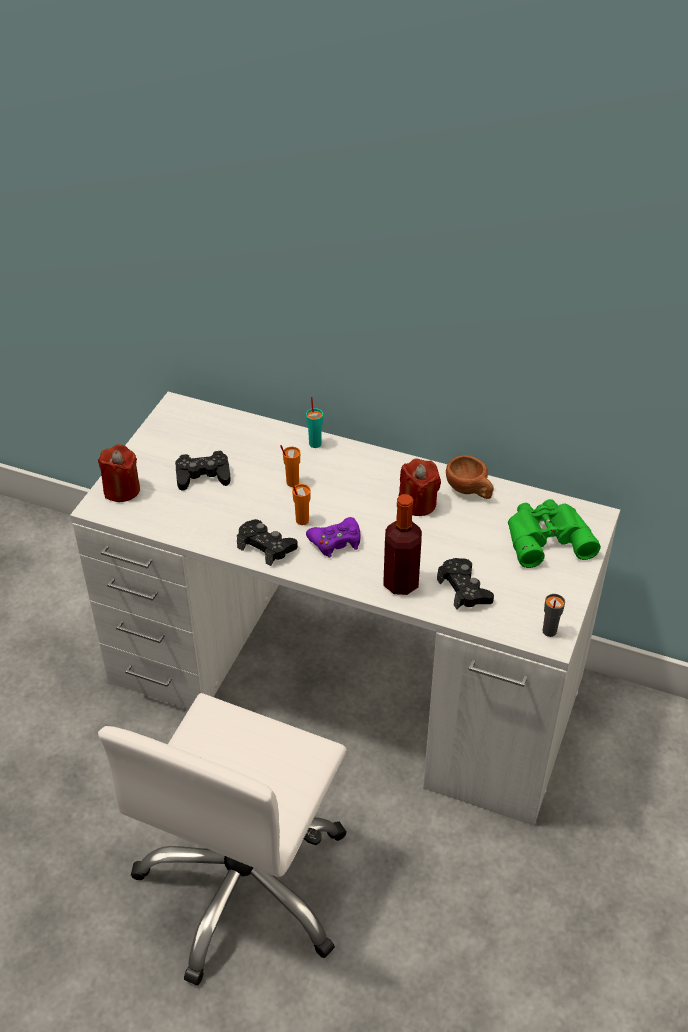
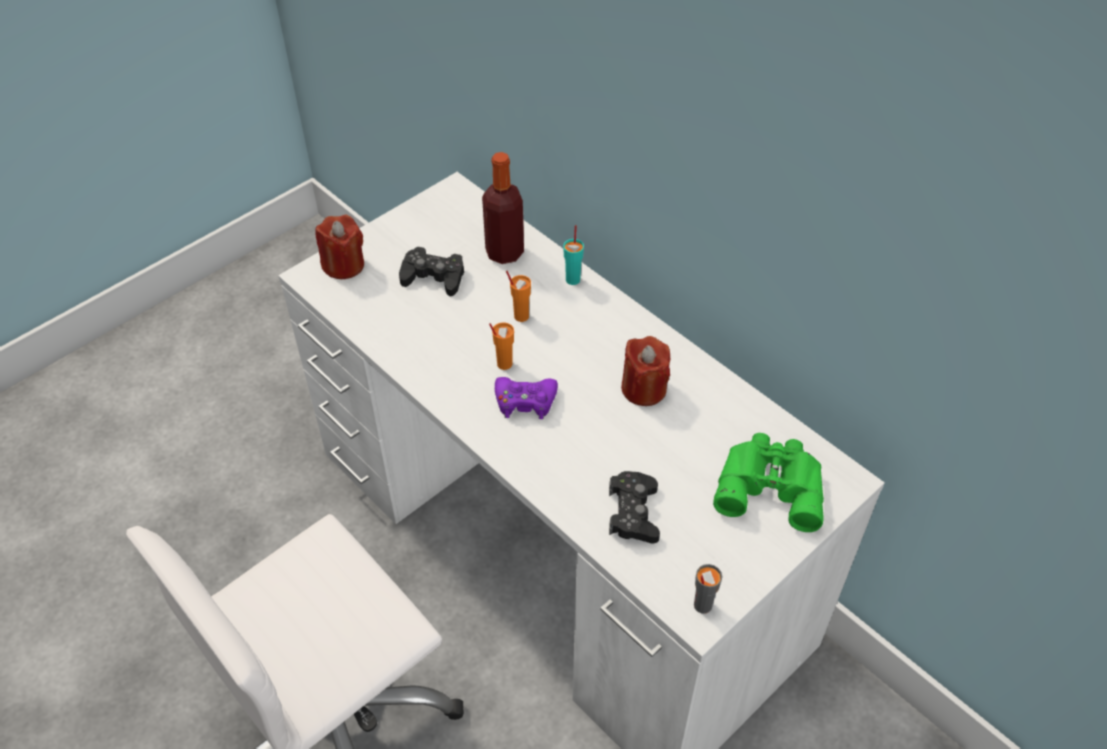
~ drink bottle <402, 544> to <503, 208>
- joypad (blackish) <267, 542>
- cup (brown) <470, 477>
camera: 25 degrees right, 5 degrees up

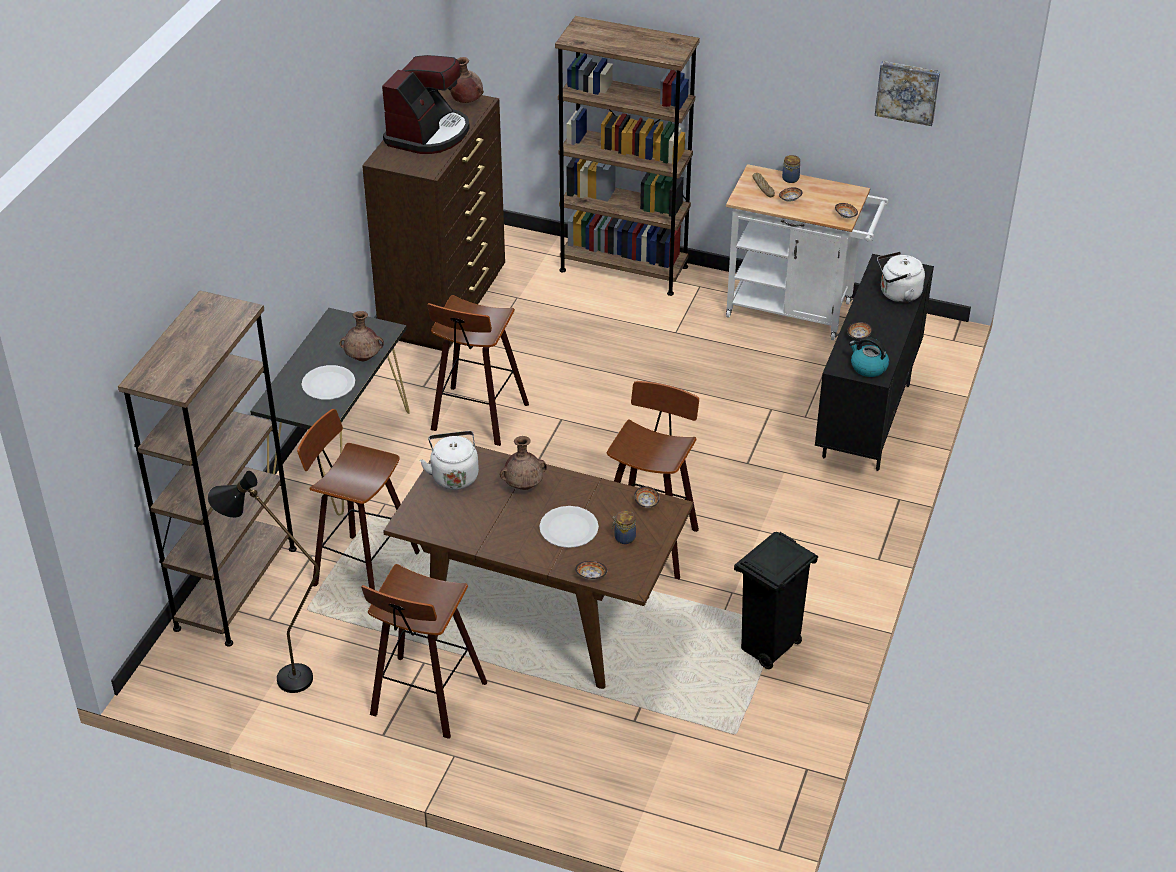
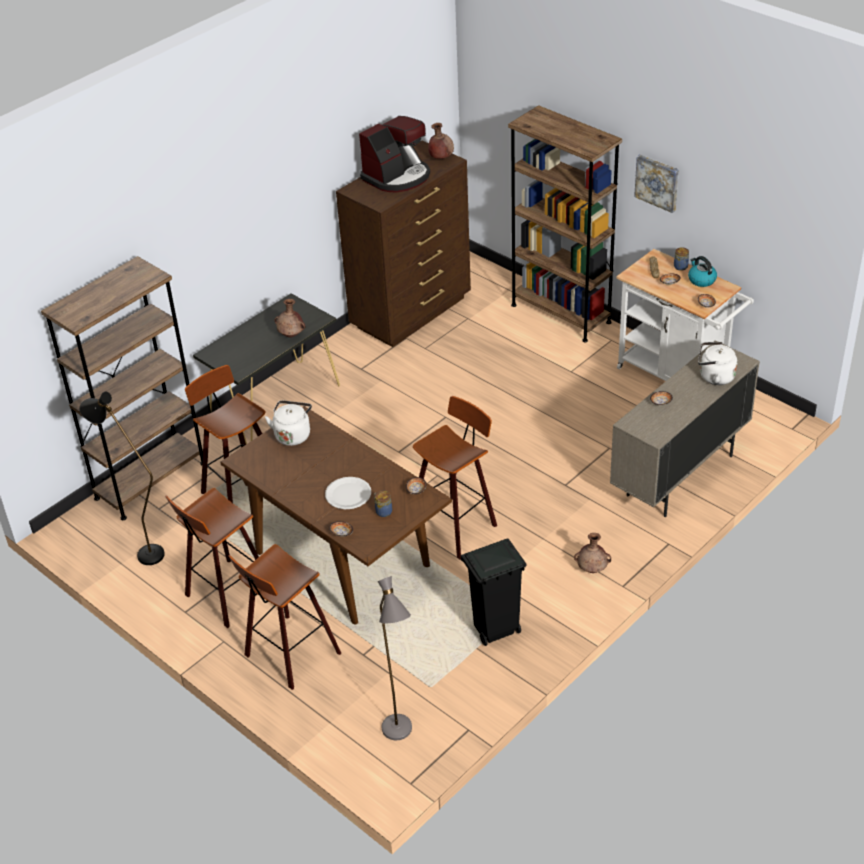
~ sitting stool <478, 370> to <285, 617>
+ standard lamp (grey) <395, 658>
~ decorative vase (brown) <523, 463> to <592, 553>
~ cupboard (blackish) <874, 362> to cupboard (beige-coloured) <685, 428>
~ wall picture <907, 93> to <656, 183>
~ kettle <869, 357> to <702, 271>
- plate (white-coloured) <328, 382>
camera: 25 degrees right, 0 degrees up

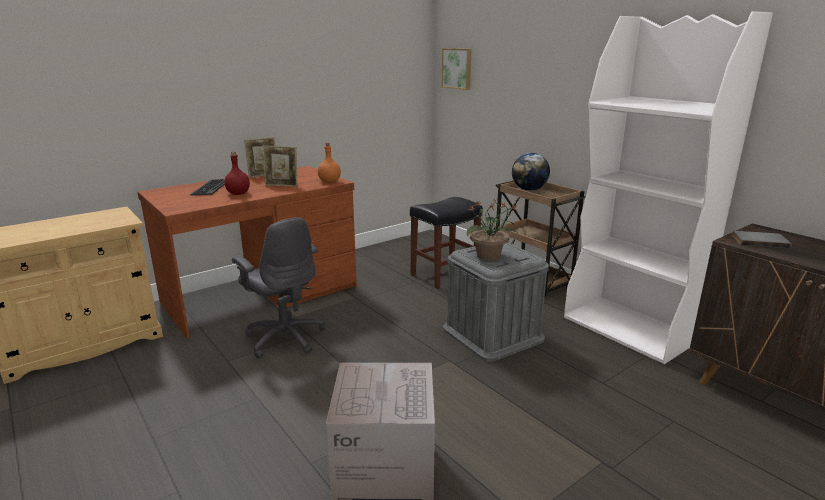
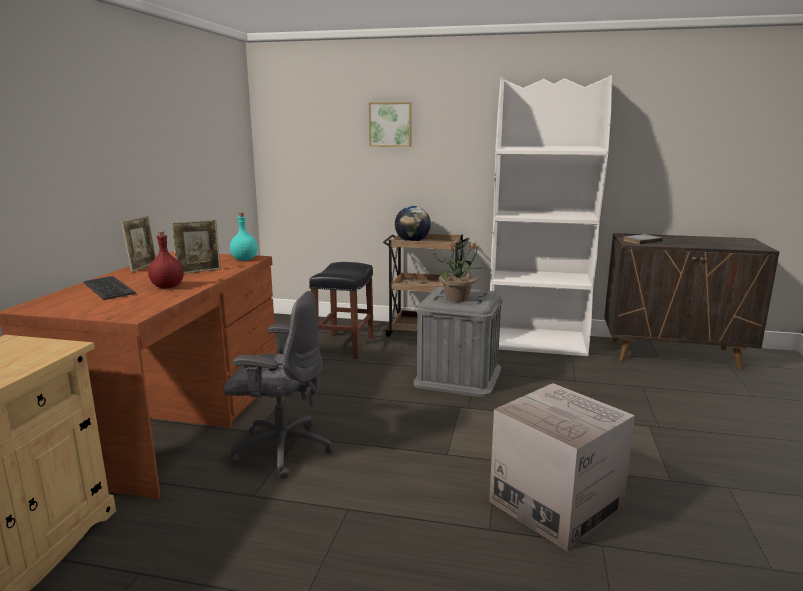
~ drink bottle (orange-coloured) <329, 163> to drink bottle (turquoise) <244, 237>
~ wall picture <457, 69> to <390, 124>
camera: 40 degrees left, 5 degrees down

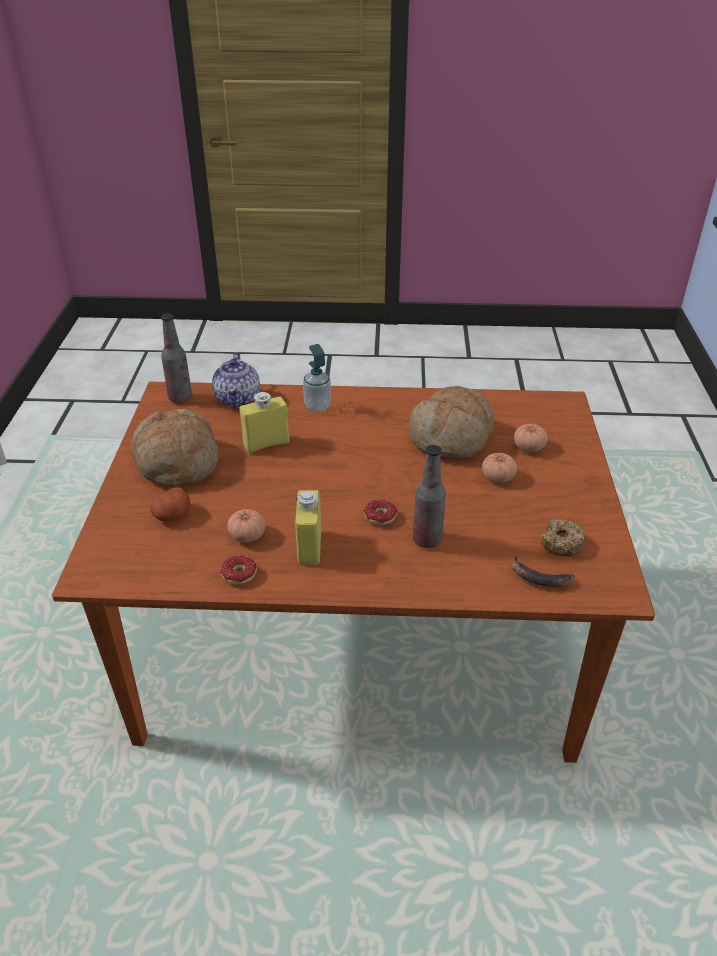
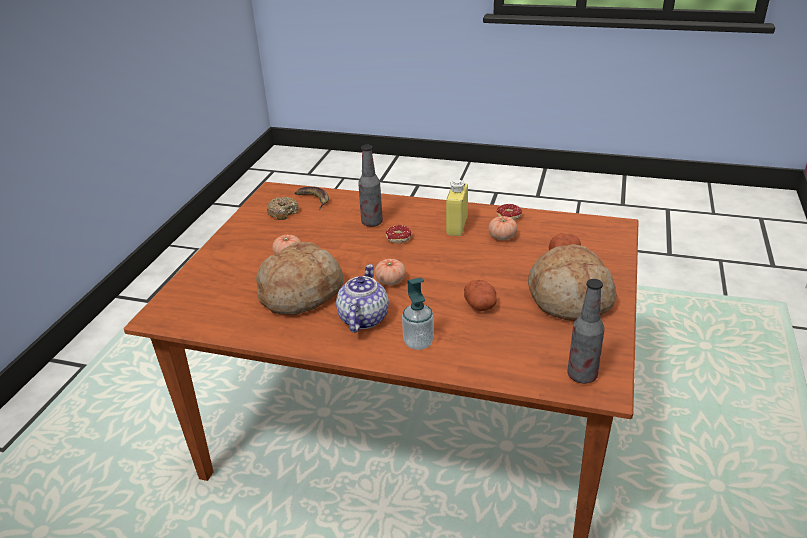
~ teapot <236, 380> to <362, 298>
~ fresh tomato <531, 438> to <390, 272>
~ drink bottle (yellowish) <264, 422> to whole potato <480, 295>
camera: 165 degrees left, 5 degrees down

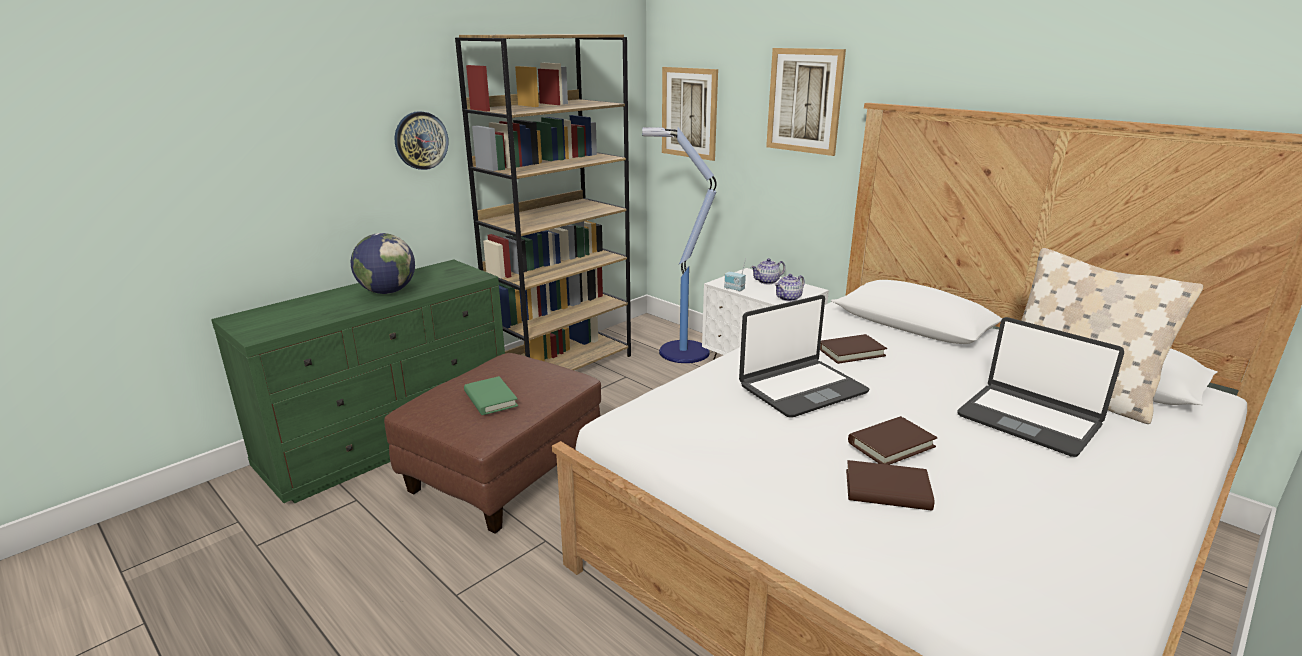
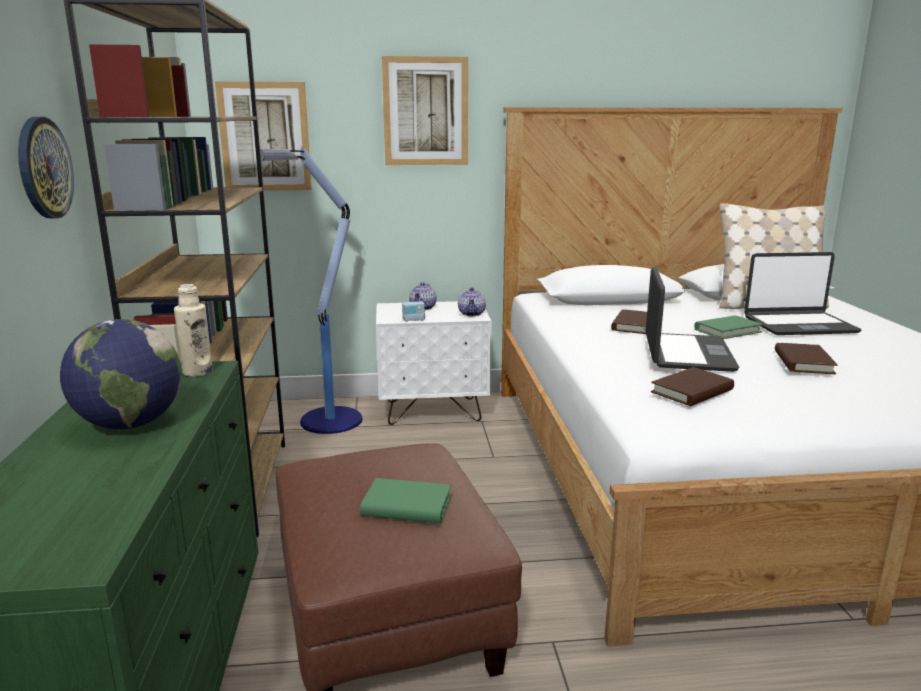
+ drink bottle (beige-coloured) <193, 330>
~ volume (brown) <890, 485> to <692, 386>
+ volume (green-coloured) <728, 327>
camera: 50 degrees left, 5 degrees down

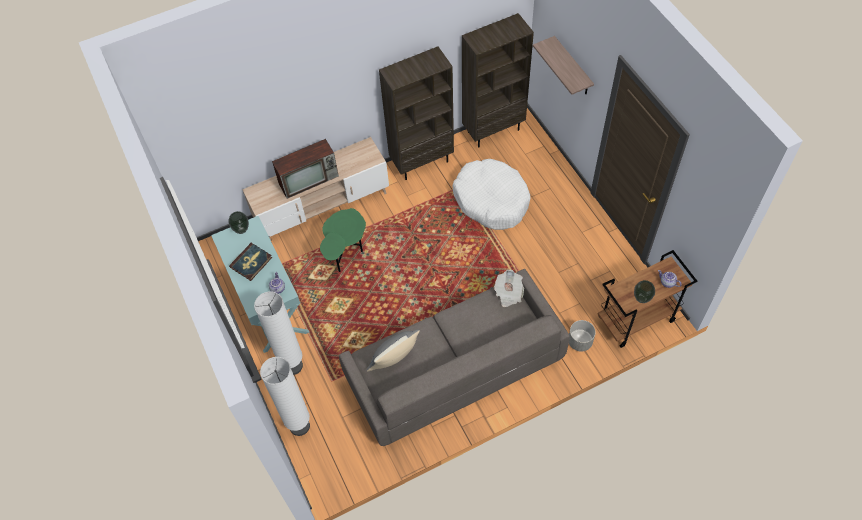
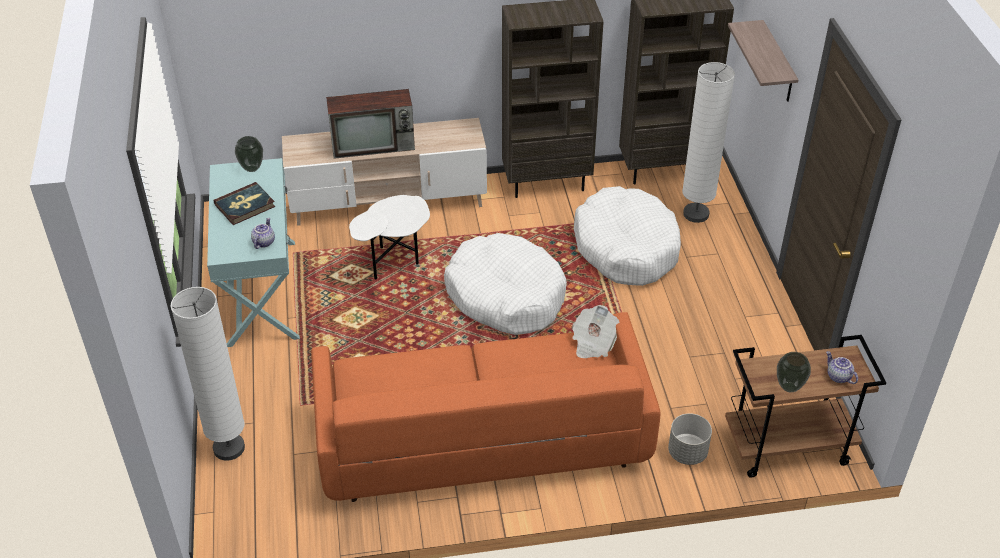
~ sofa (grey) <454, 357> to sofa (orange-coloured) <486, 407>
~ side table (green-coloured) <343, 240> to side table (white-coloured) <389, 237>
+ dog bed (white-coloured) <505, 284>
~ standard lamp (white-coloured) <278, 333> to <708, 142>
- cushion (grey) <393, 350>
camera: 15 degrees right, 15 degrees down

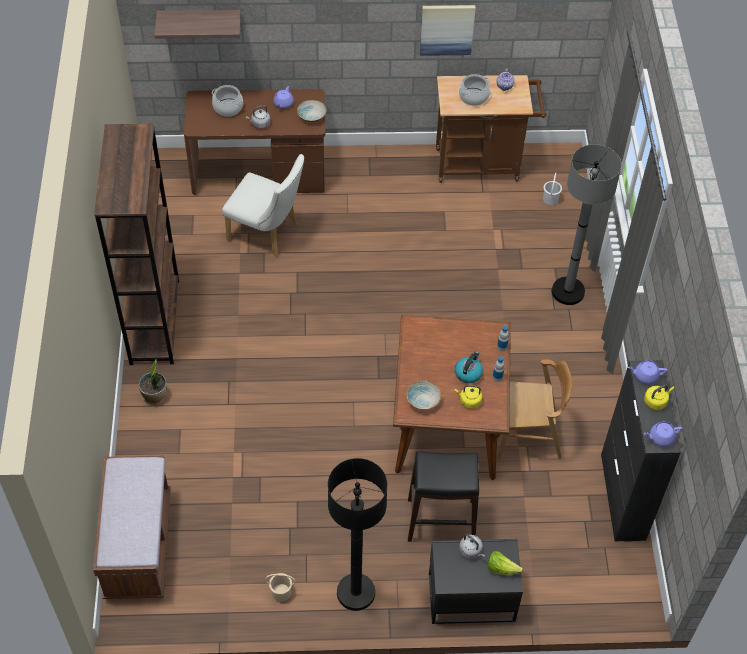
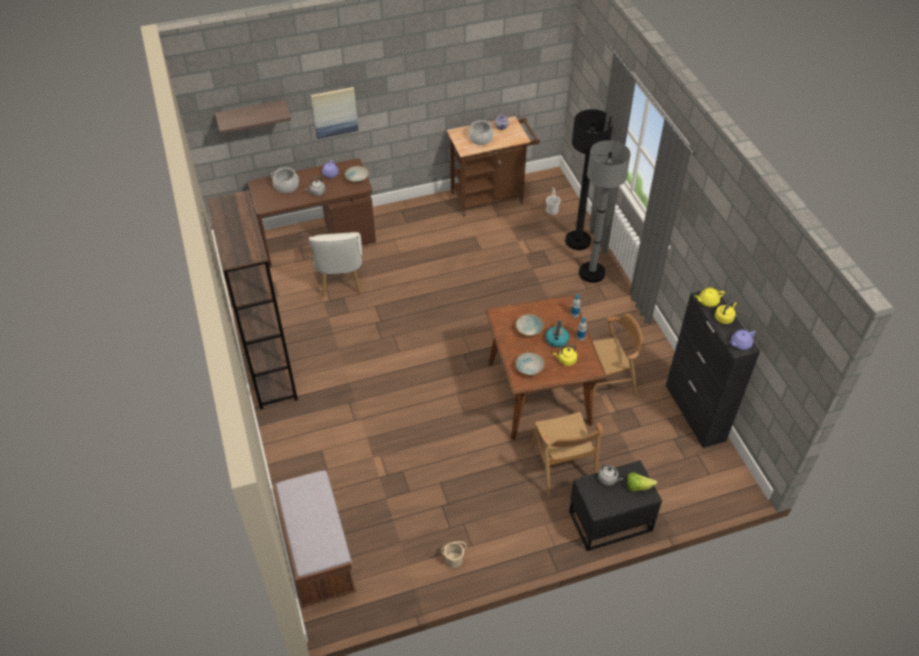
~ plain chair (white-coloured) <263, 205> = <335, 264> 75 degrees clockwise
~ wall picture <448, 30> to <334, 113>
+ deep dish <529, 325>
~ sitting stool (blackish) <443, 496> to plain chair (brown) <566, 454>
~ standard lamp (blackish) <357, 534> to <589, 179>
~ teapot (purple-coloured) <647, 372> to teapot (yellowish) <710, 297>
- plant in a pot <152, 382>
camera: 15 degrees left, 5 degrees down

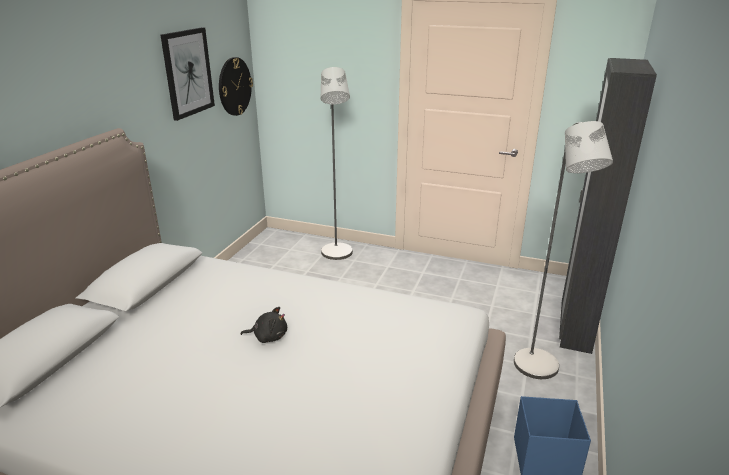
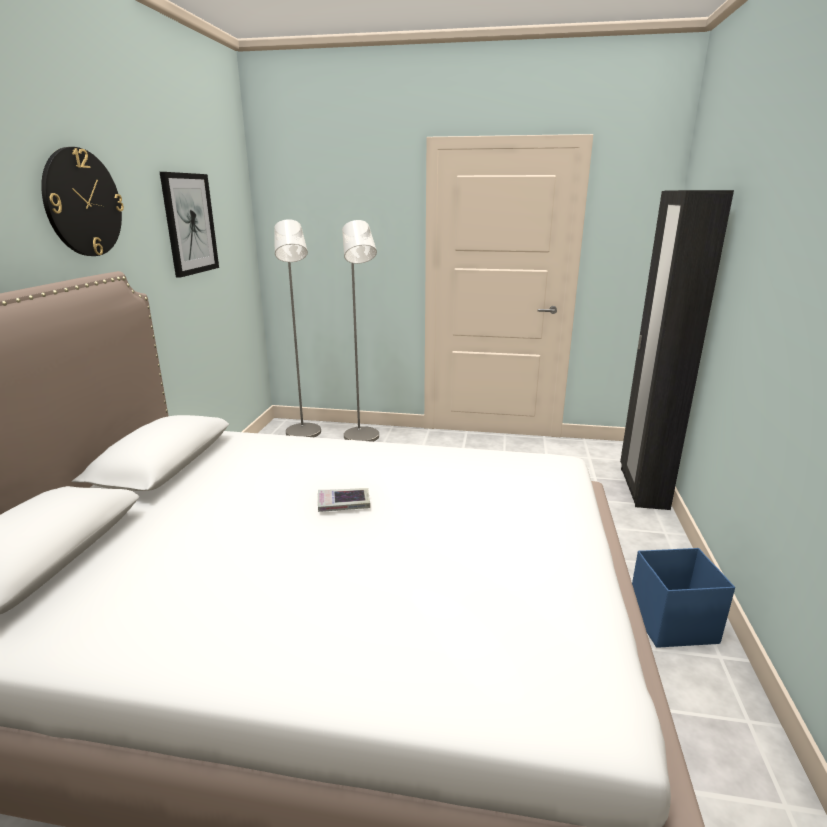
~ wall clock <236, 86> to <82, 201>
~ standard lamp (grey) <563, 250> to <297, 328>
~ plush toy (blackish) <264, 325> to volume <344, 500>
camera: 10 degrees left, 5 degrees down

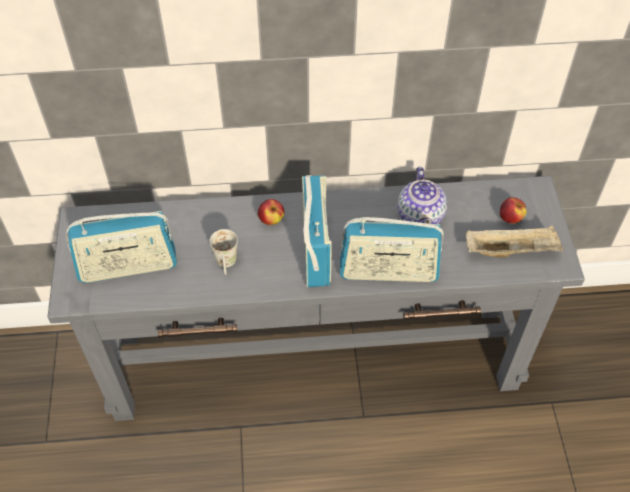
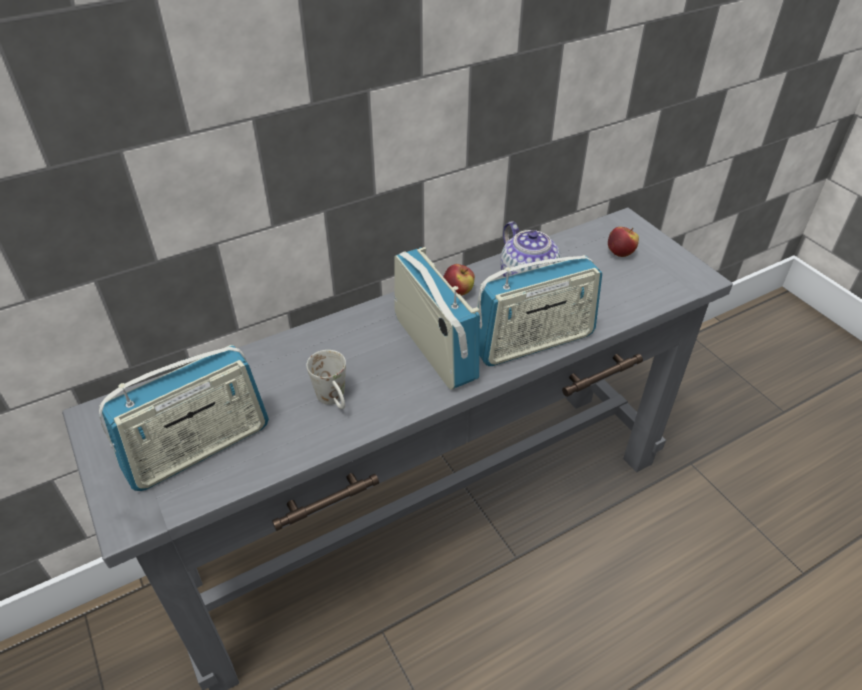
~ apple <271, 212> to <459, 280>
- tray (beige-coloured) <515, 241>
camera: 25 degrees left, 10 degrees down

